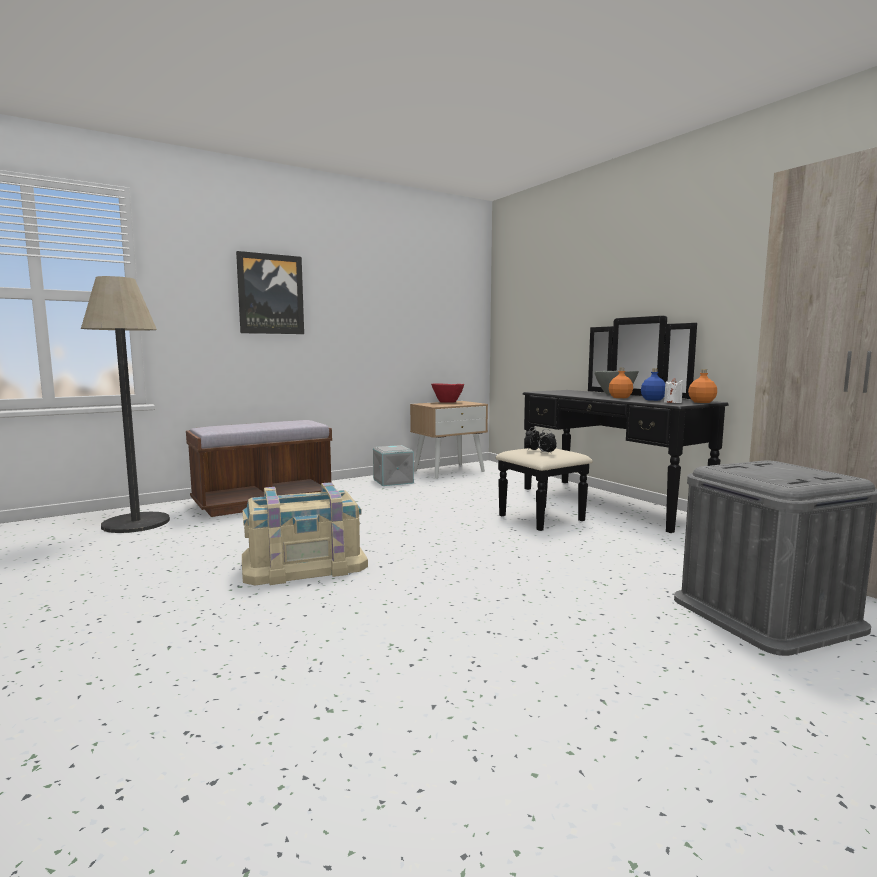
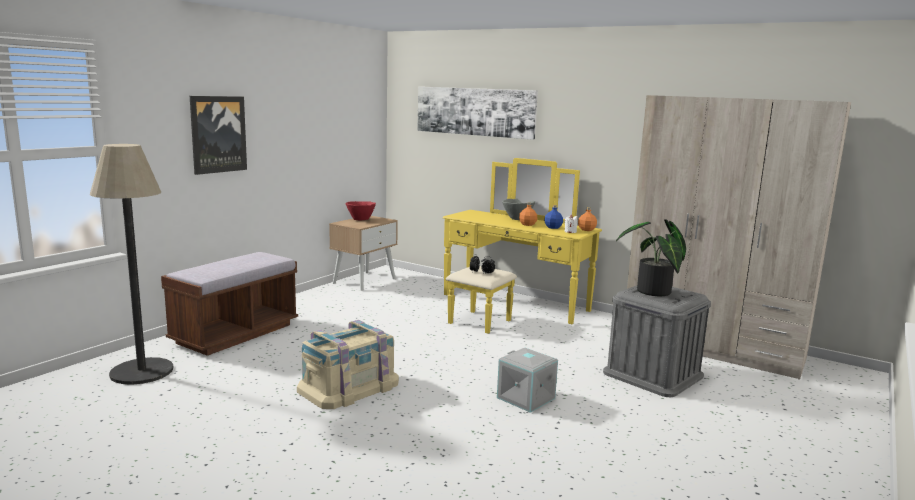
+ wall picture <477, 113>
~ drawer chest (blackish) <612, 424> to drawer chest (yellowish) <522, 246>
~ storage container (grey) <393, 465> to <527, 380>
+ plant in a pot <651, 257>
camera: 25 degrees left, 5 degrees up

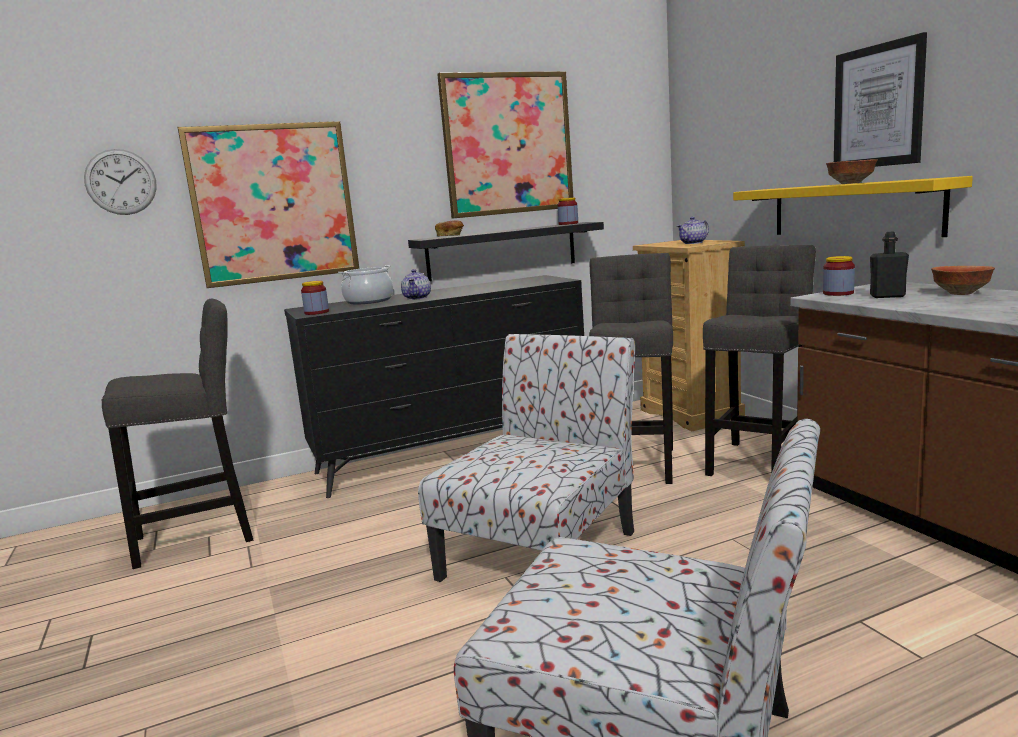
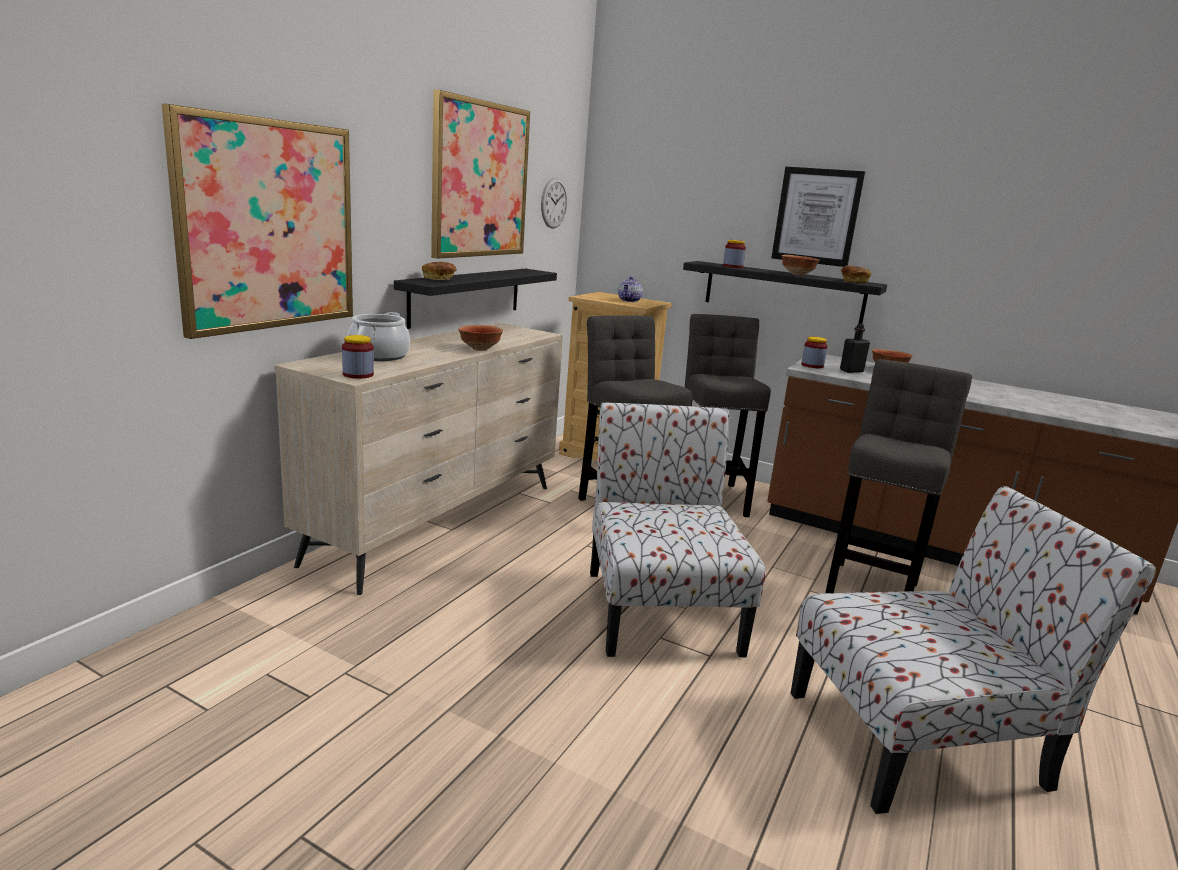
~ drawer chest (blackish) <434, 386> to drawer chest (beige-coloured) <418, 459>
+ deep dish <480, 338>
~ wall clock <120, 182> to <554, 203>
~ wall shelf (yellowish) <853, 206> to wall shelf (blackish) <785, 292>
~ jar <567, 211> to <734, 254>
~ sitting stool (grey) <177, 434> to <898, 476>
+ baked bread <856, 274>
- teapot <416, 284>
camera: 40 degrees left, 5 degrees up

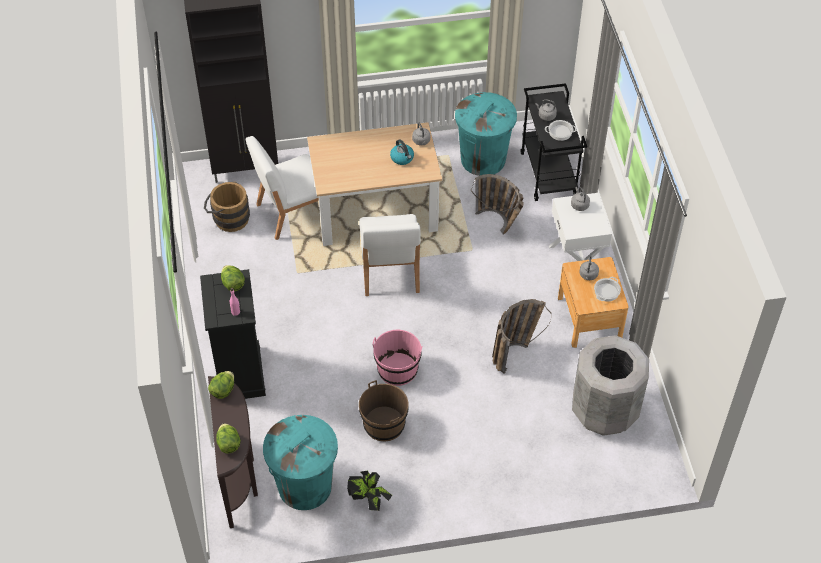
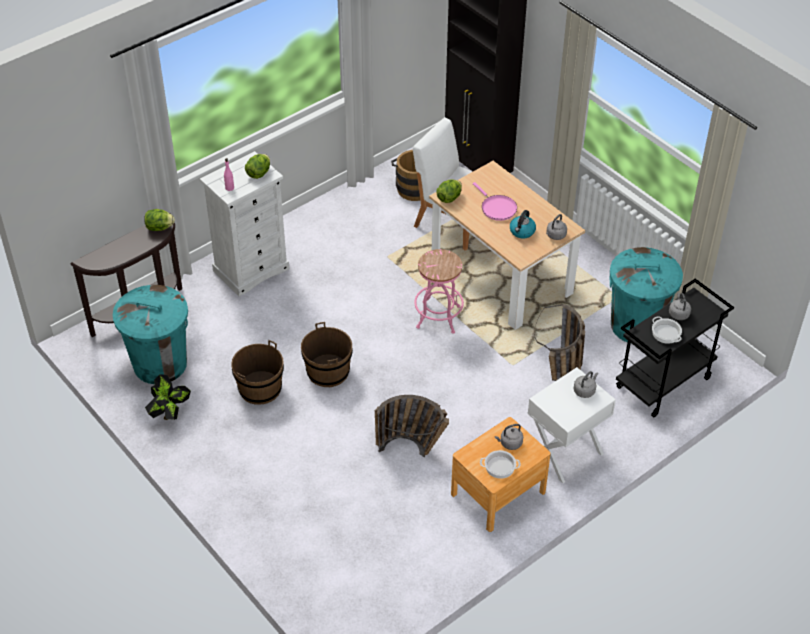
~ drawer chest (blackish) <233, 334> to drawer chest (white-coloured) <244, 223>
~ bucket (pink-coloured) <397, 358> to bucket (brown) <327, 354>
~ plain chair (white-coloured) <390, 255> to sitting stool (pink-coloured) <439, 291>
~ head of lettuce <228, 438> to <449, 191>
+ frying pan (pink-coloured) <495, 201>
- waste bin (grey) <610, 385>
camera: 60 degrees right, 5 degrees down

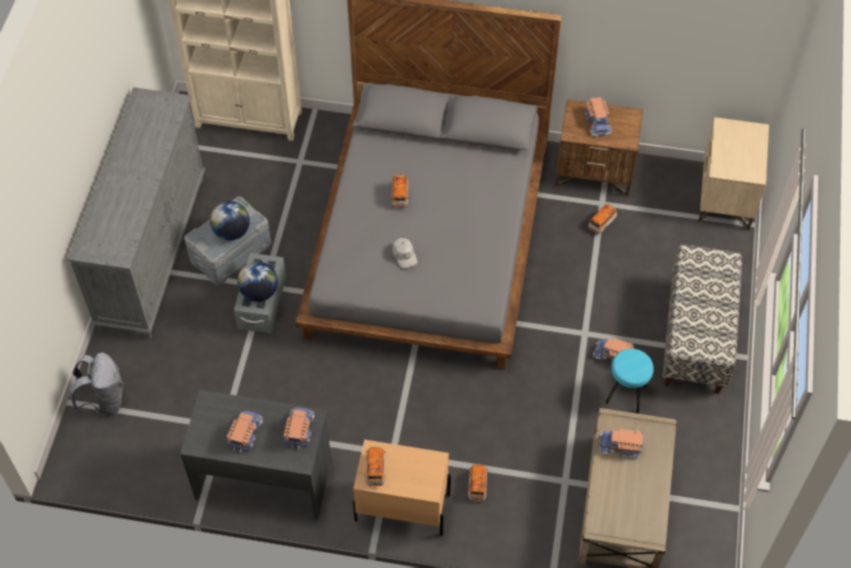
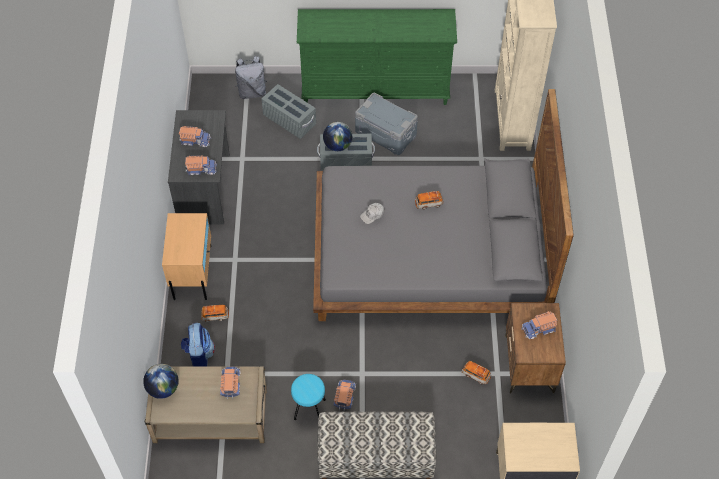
~ globe <230, 221> to <161, 381>
+ knapsack <198, 345>
+ storage container (grey) <288, 111>
~ drawer chest (grey) <136, 213> to drawer chest (green-coloured) <377, 57>
- model car <375, 466>
camera: 80 degrees right, 0 degrees up

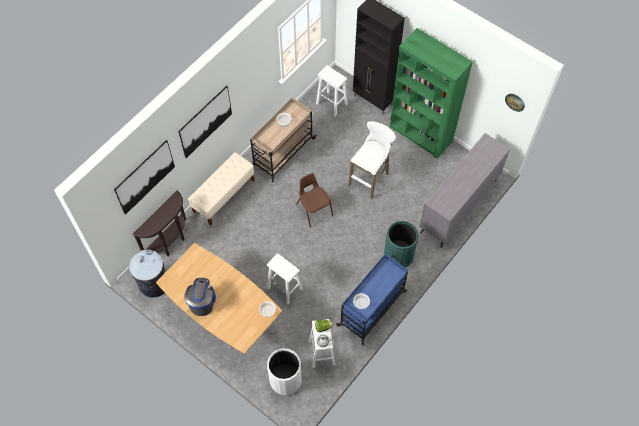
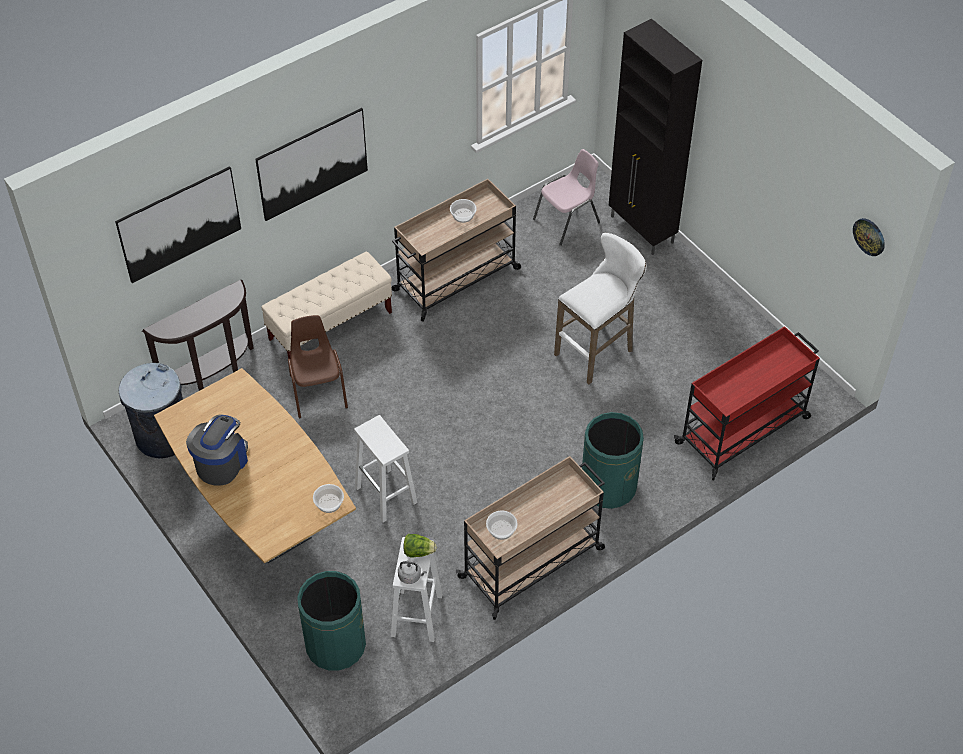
~ plain chair (brown) <314, 200> to <318, 366>
~ waste bin (white-coloured) <284, 371> to waste bin (green-coloured) <331, 621>
~ trolley (blue) <372, 299> to trolley (beige-coloured) <530, 538>
~ sitting stool (white-coloured) <332, 91> to plain chair (pink-coloured) <566, 197>
~ drawer chest (grey) <464, 190> to trolley (red-coloured) <747, 403>
- shelving unit (green-coloured) <431, 93>
camera: 15 degrees right, 10 degrees down

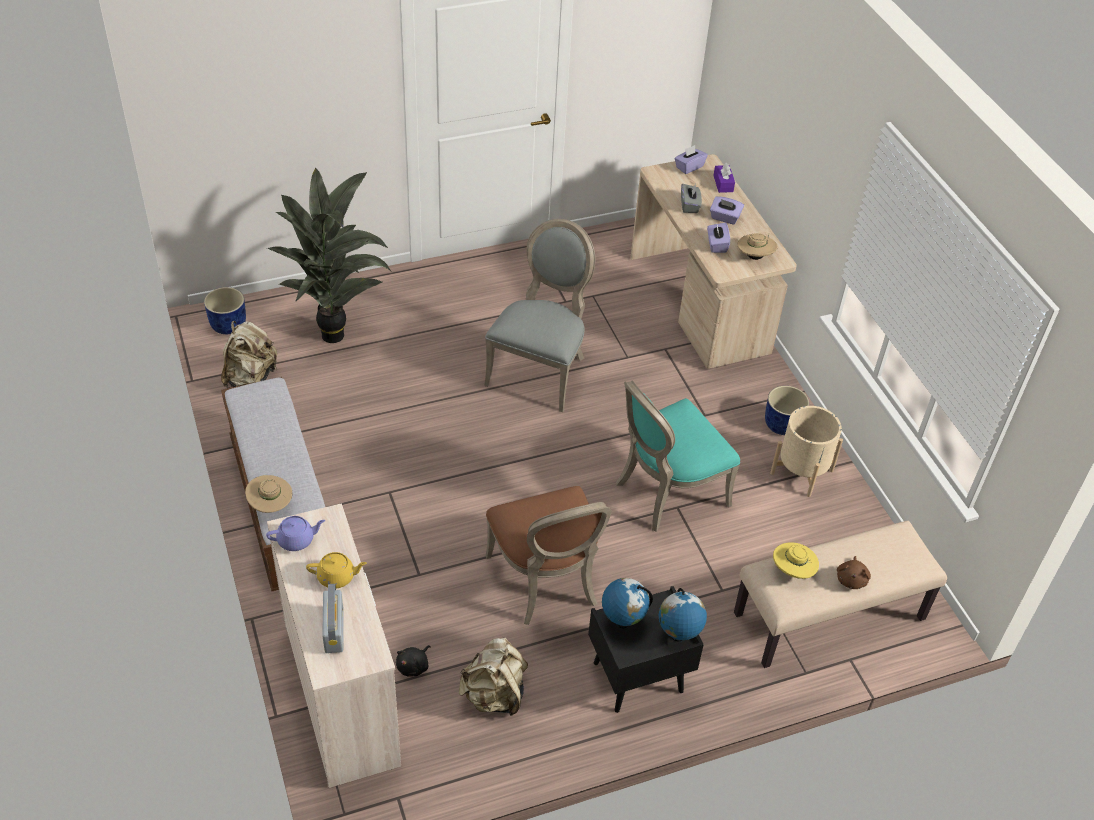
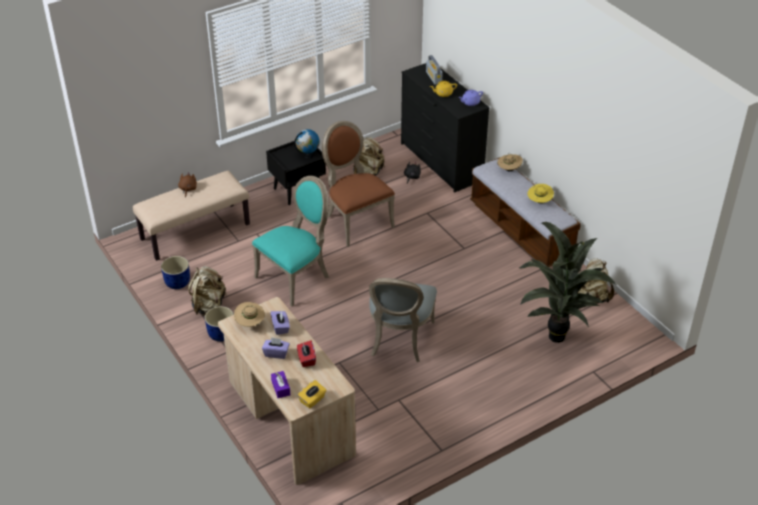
~ plant pot (blue) <225, 310> to <175, 272>
~ plant pot (beige-coloured) <806, 451> to knapsack (beige-coloured) <207, 291>
~ box of tissues (grey) <691, 198> to box of tissues (red-coloured) <306, 353>
~ box of tissues (purple-coloured) <691, 159> to box of tissues (yellowish) <312, 394>
~ drawer chest (beige-coloured) <334, 645> to drawer chest (blackish) <445, 128>
~ wearable hat (yellowish) <796, 560> to <541, 193>
- globe <683, 615>
camera: 170 degrees right, 5 degrees down

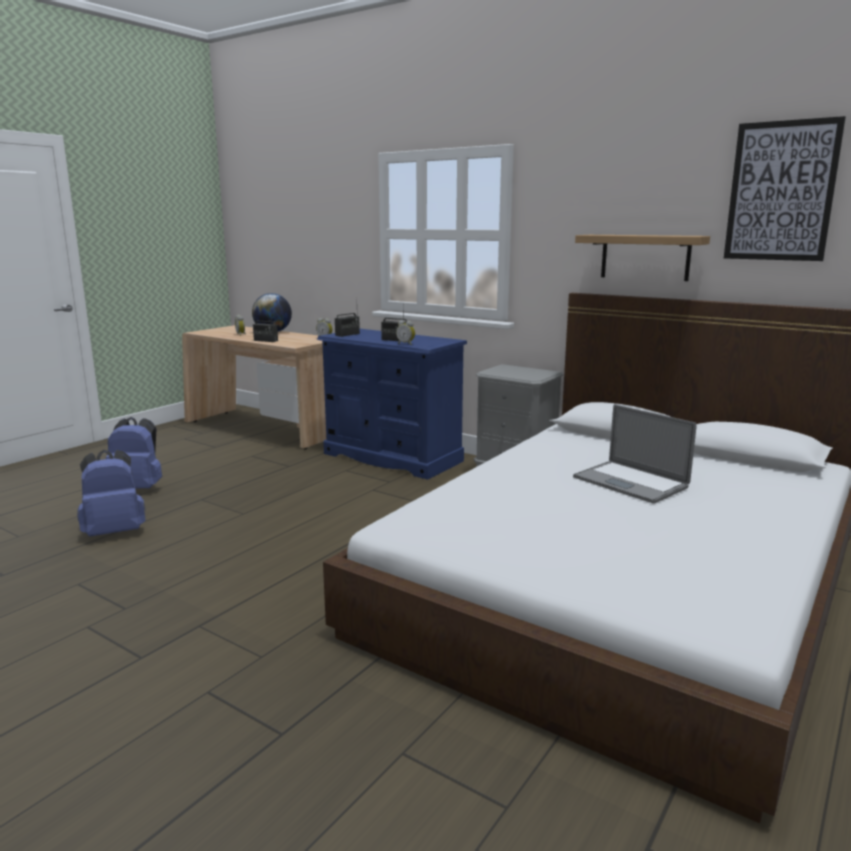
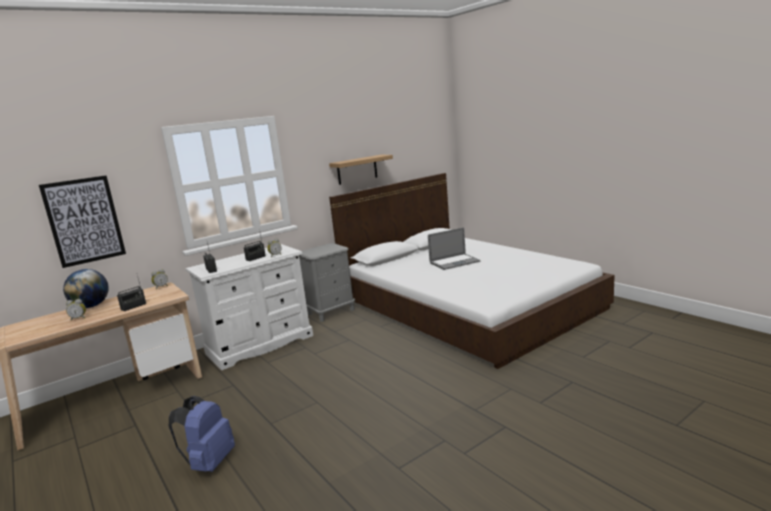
~ wall picture <785, 188> to <82, 221>
~ drawer chest (blue) <392, 404> to drawer chest (white-coloured) <249, 307>
- knapsack (blue) <111, 493>
camera: 70 degrees left, 0 degrees up

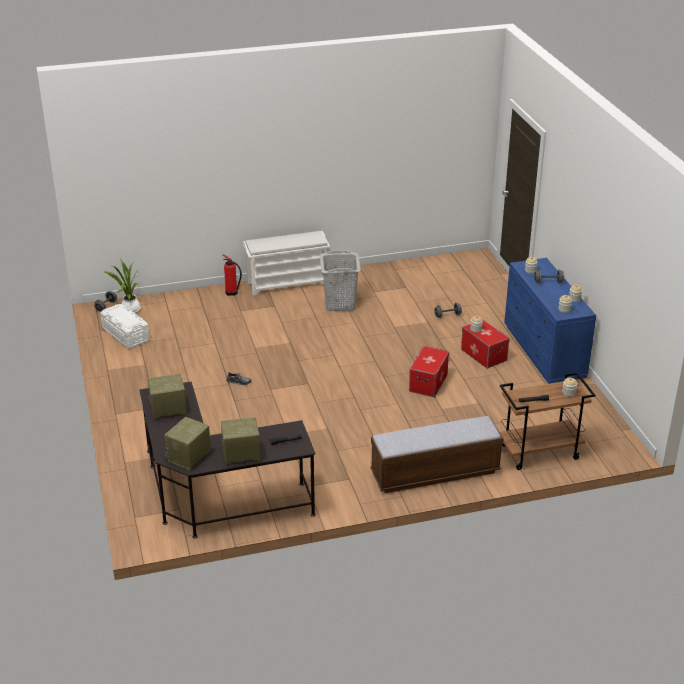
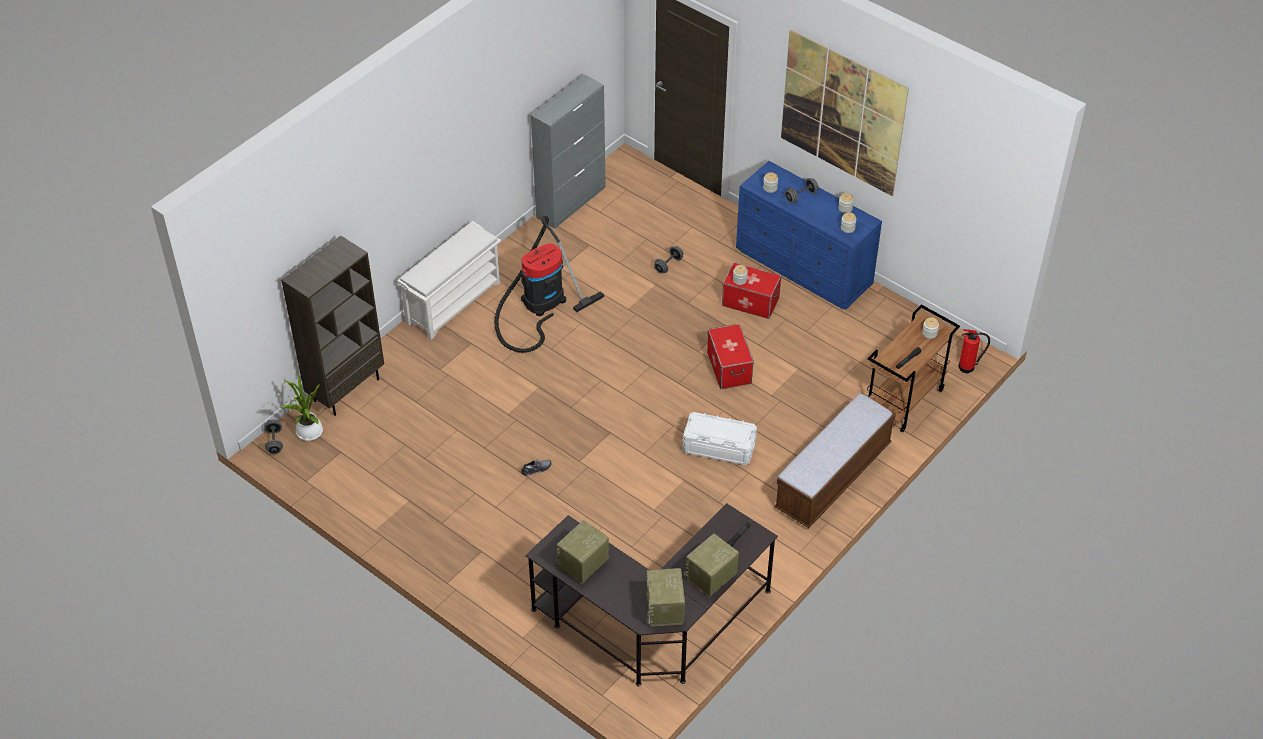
+ shelving unit (brown) <332, 325>
~ washing basket (grey) <340, 280> to vacuum <549, 284>
+ cupboard (grey) <568, 151>
~ storage container (white-coloured) <124, 326> to <719, 438>
+ wall picture <845, 113>
~ fire extinguisher <232, 275> to <974, 351>
camera: 35 degrees left, 15 degrees up

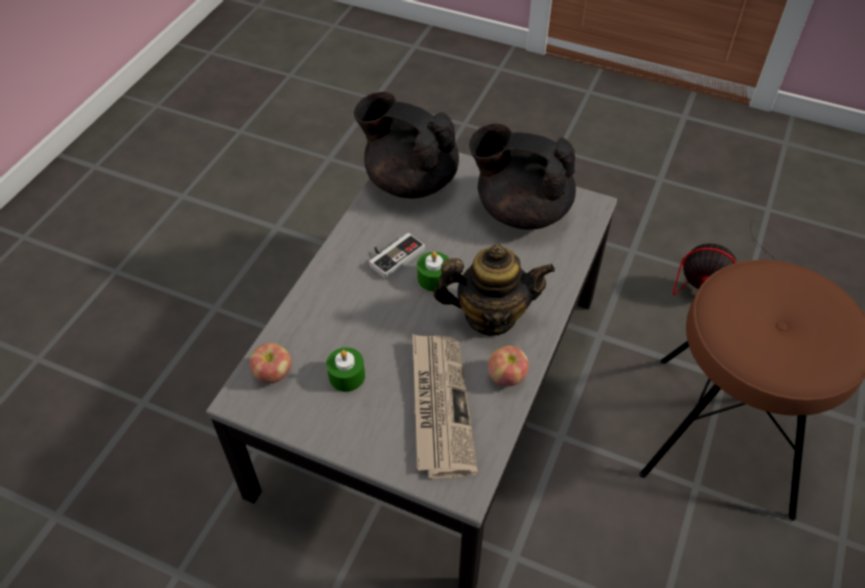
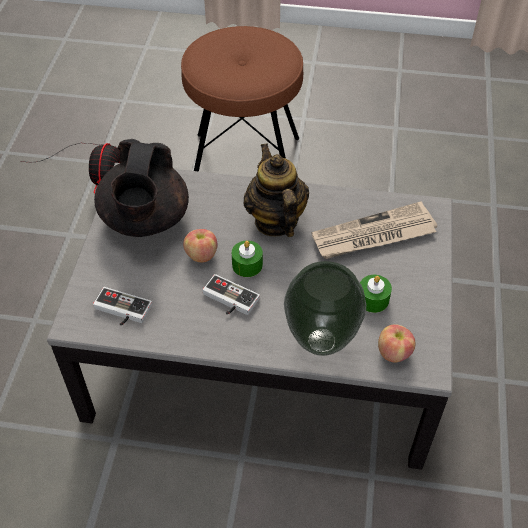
~ teapot (blackish) <406, 145> to joypad <122, 306>
~ apple <508, 366> to <200, 245>
+ decorative vase <325, 308>
camera: 105 degrees left, 0 degrees up

